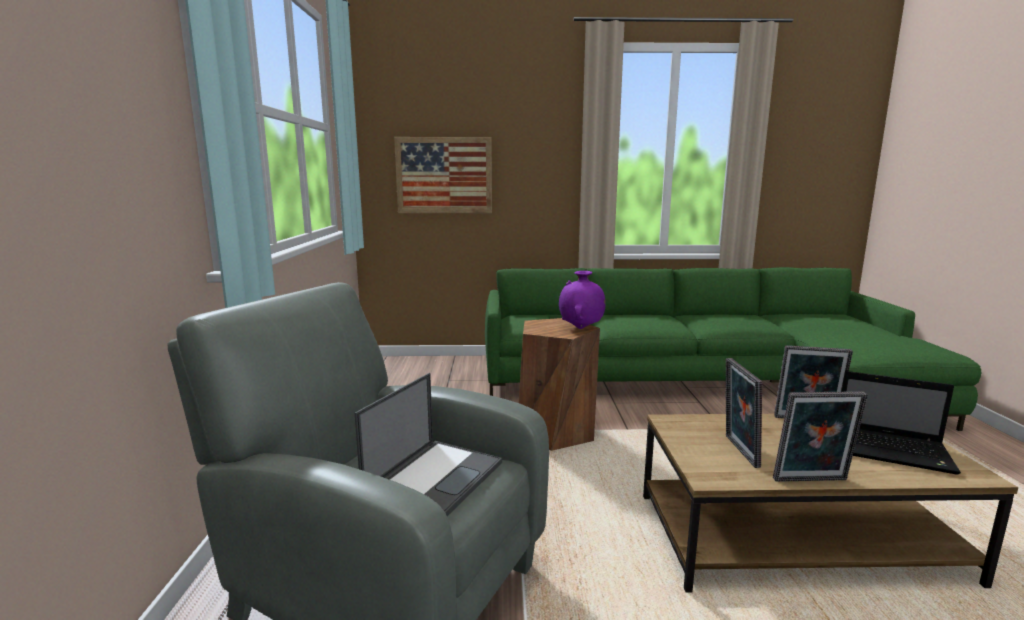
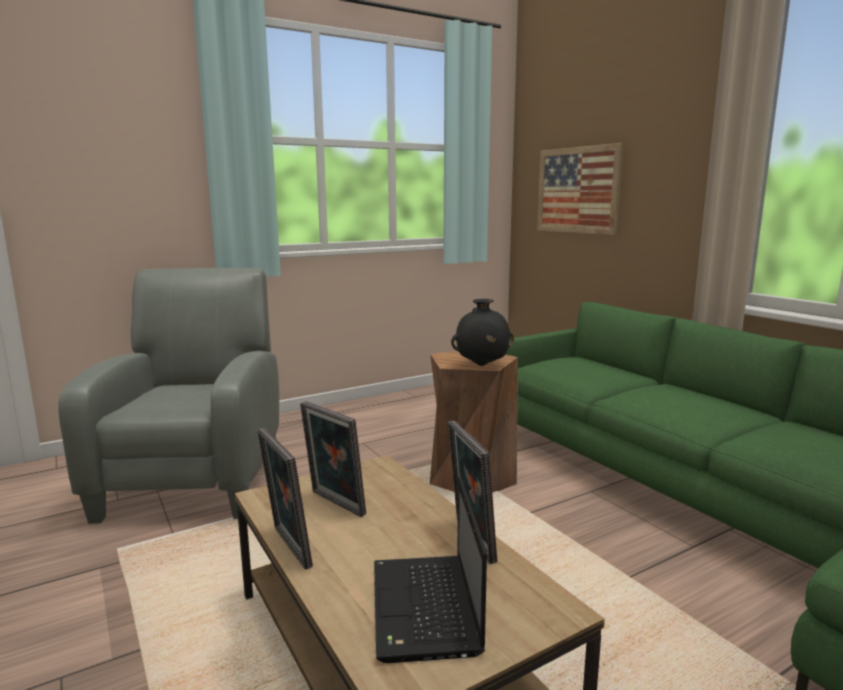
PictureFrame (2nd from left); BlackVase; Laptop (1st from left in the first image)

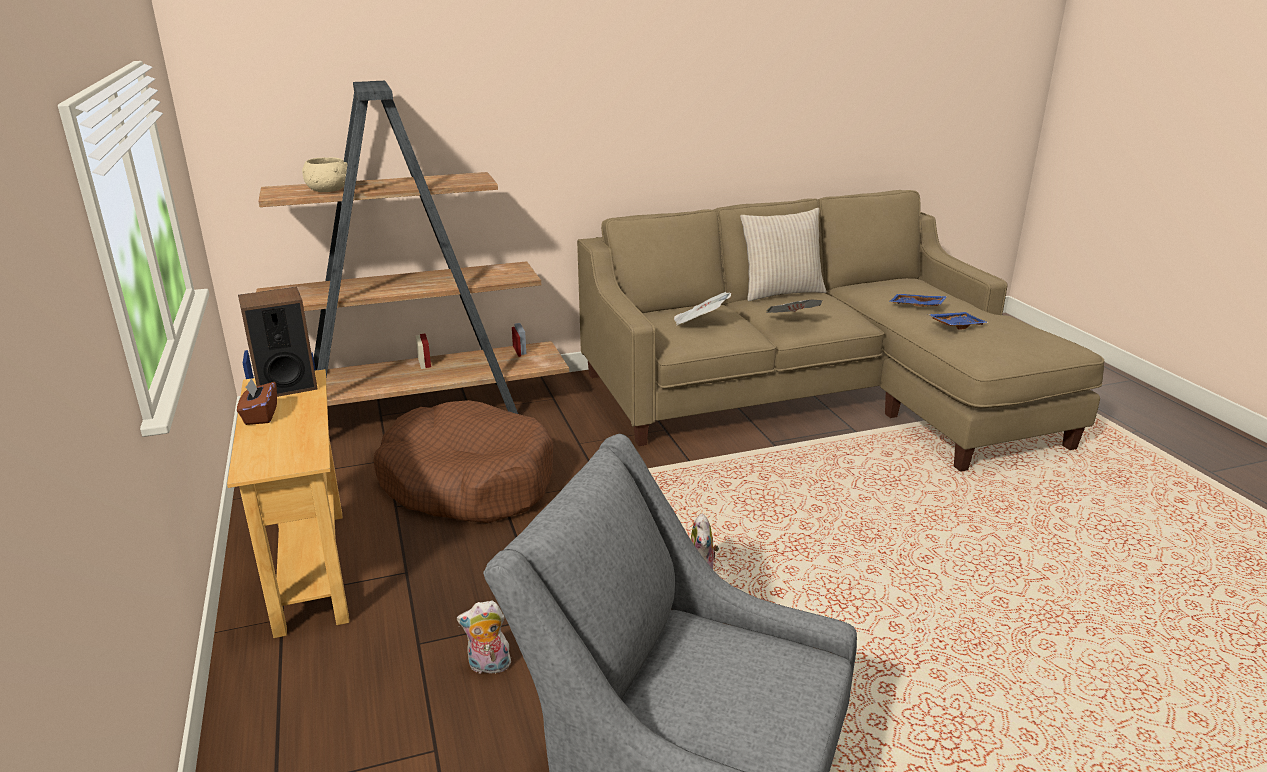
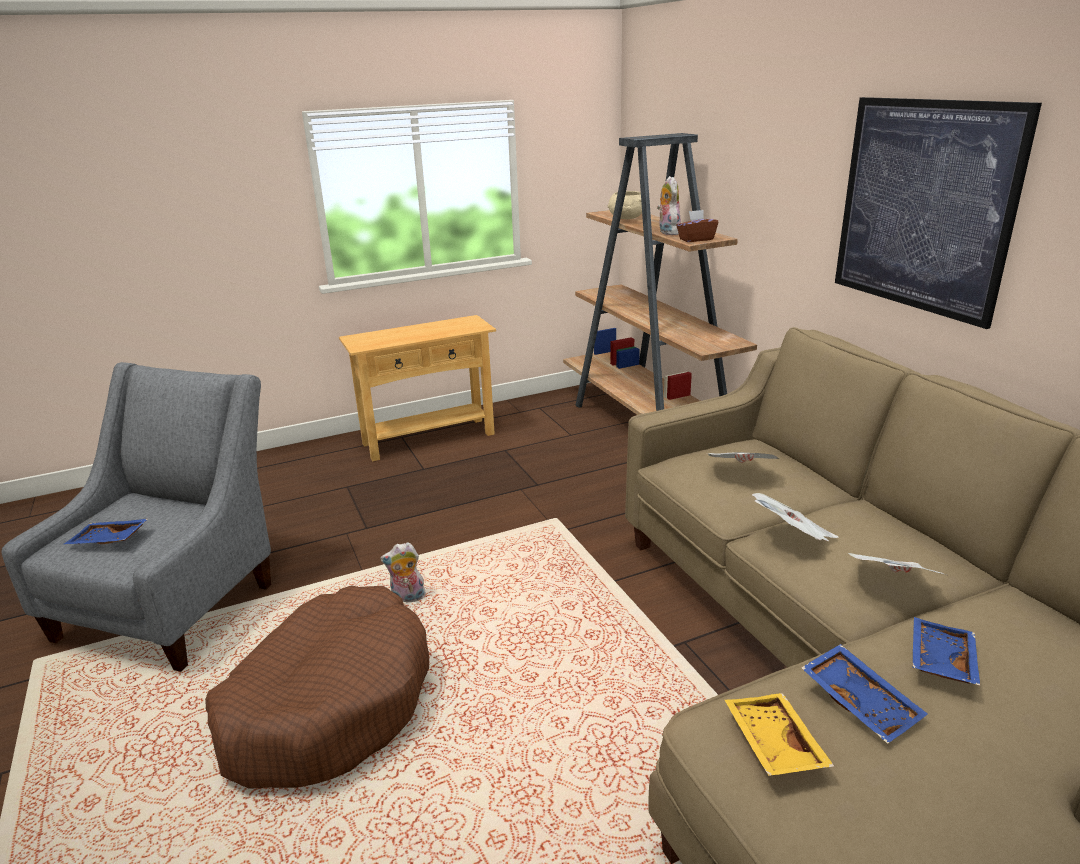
BlueTray (1st from left); BrownDogBed; PlushToy (2nd from left); BrownTissueBox; YellowTray; Picture; Newspaper (3rd from left); Speaker; BeigePillow

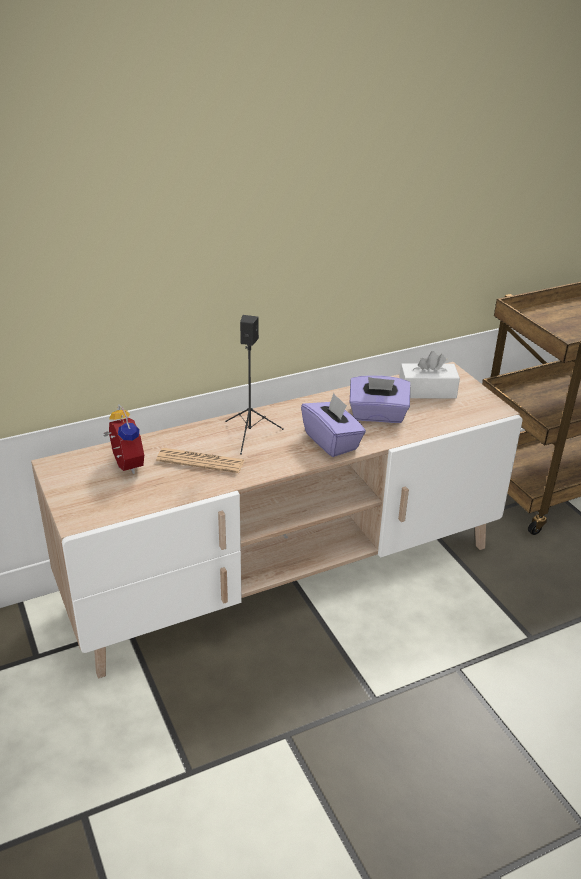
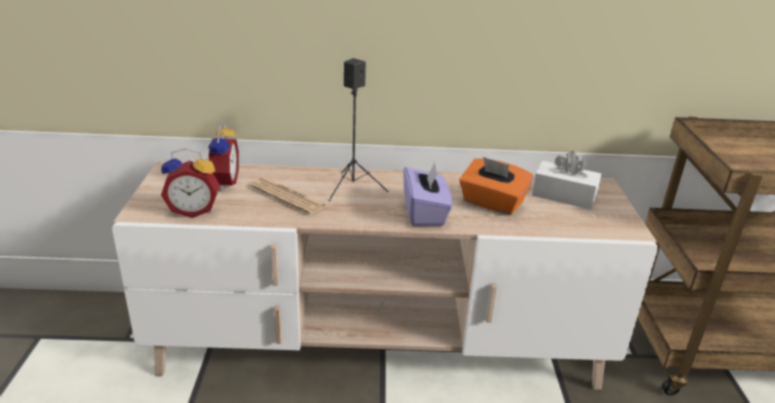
AlarmClock (1st from left); OrangeTissueBox

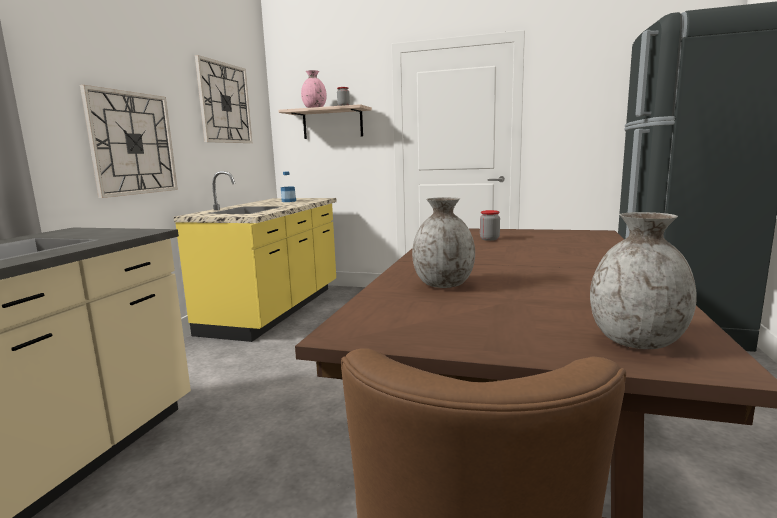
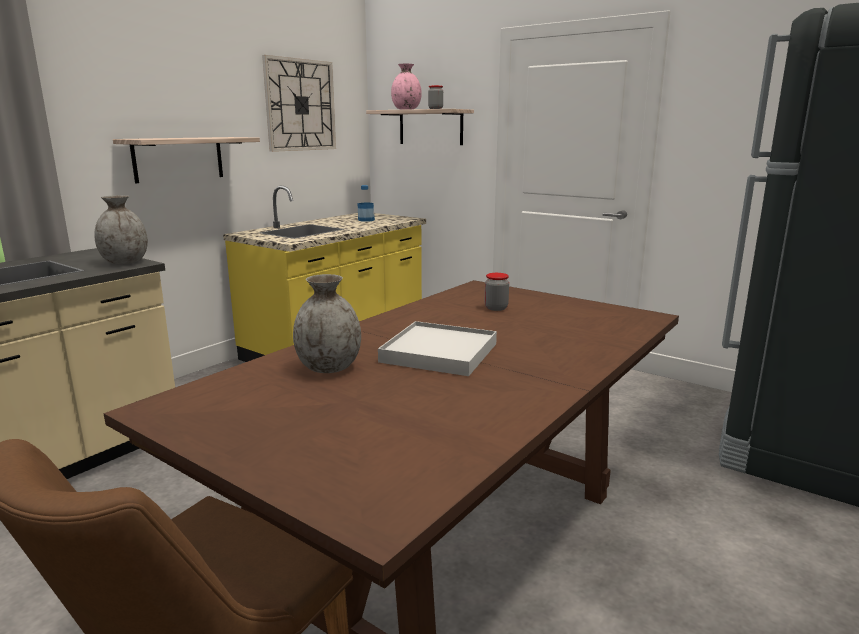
GreyVase (1st from left); Shelf (1st from left); WhiteTray

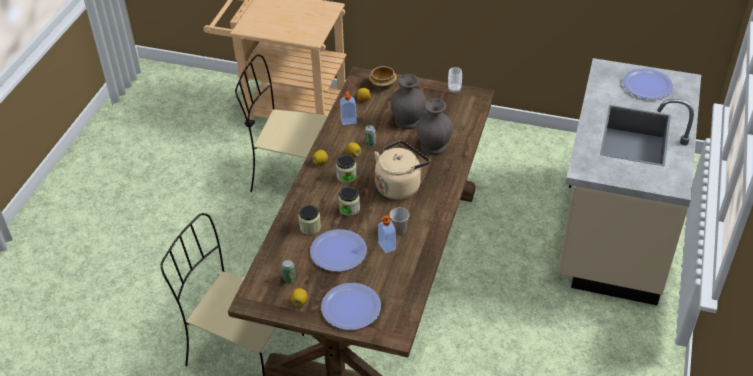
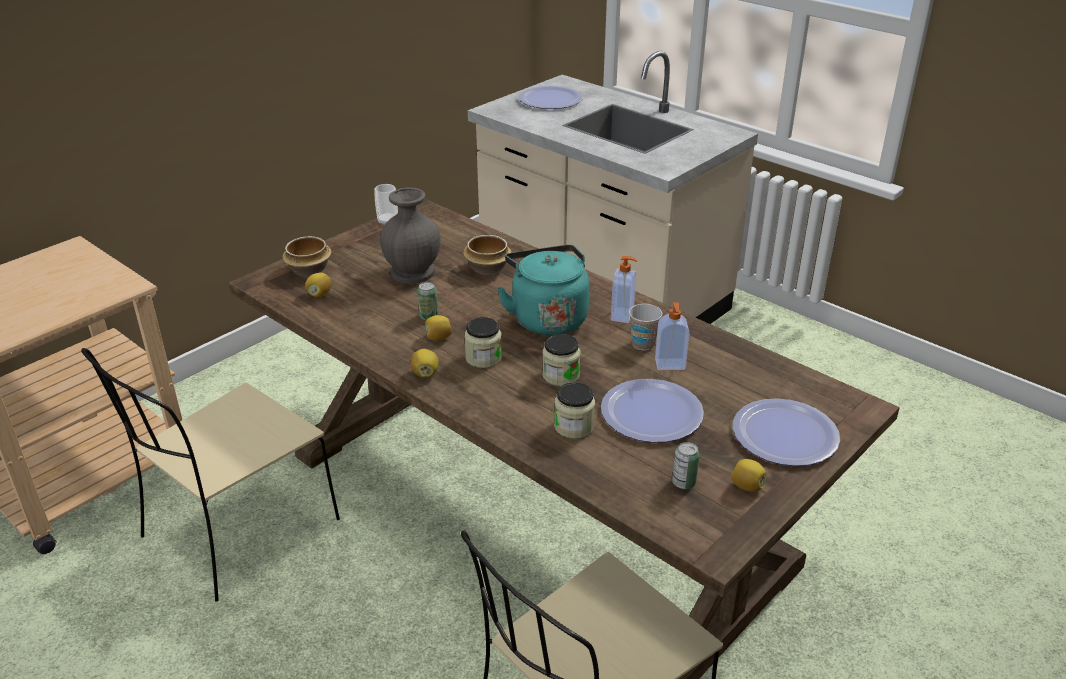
Bowl (2nd from left); TurquoiseKettle; SoapDispenser (1st from left)

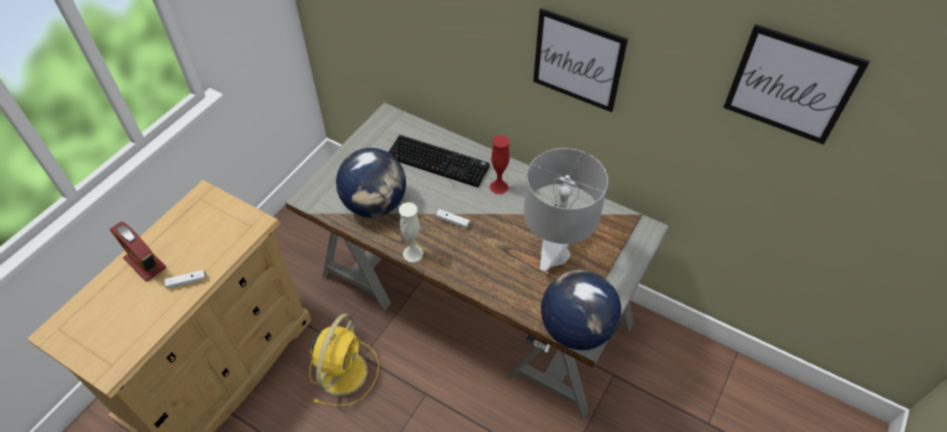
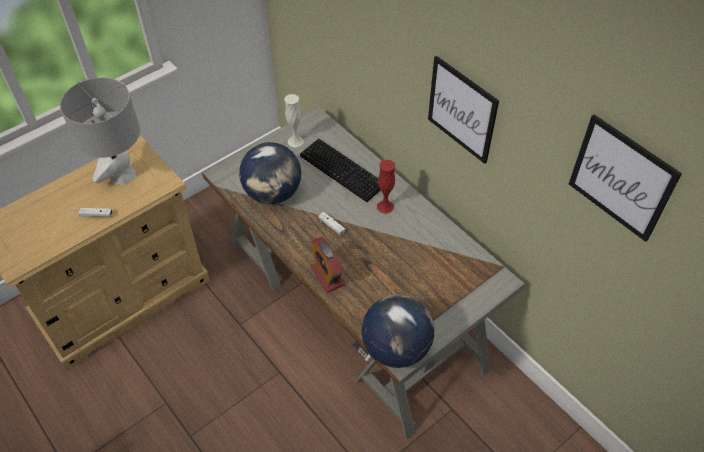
GreyTableLamp; WhiteVase; AlarmClock; YellowFan

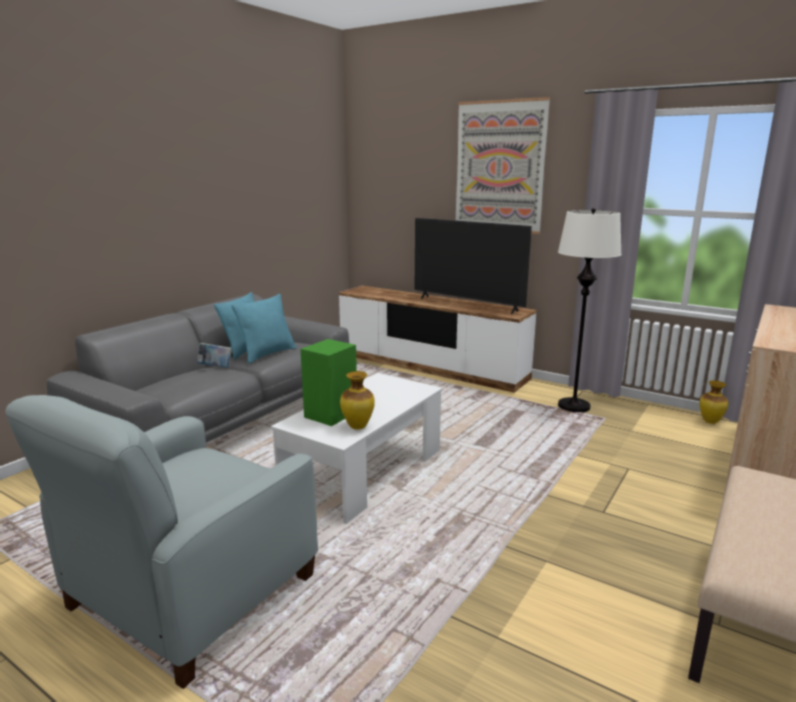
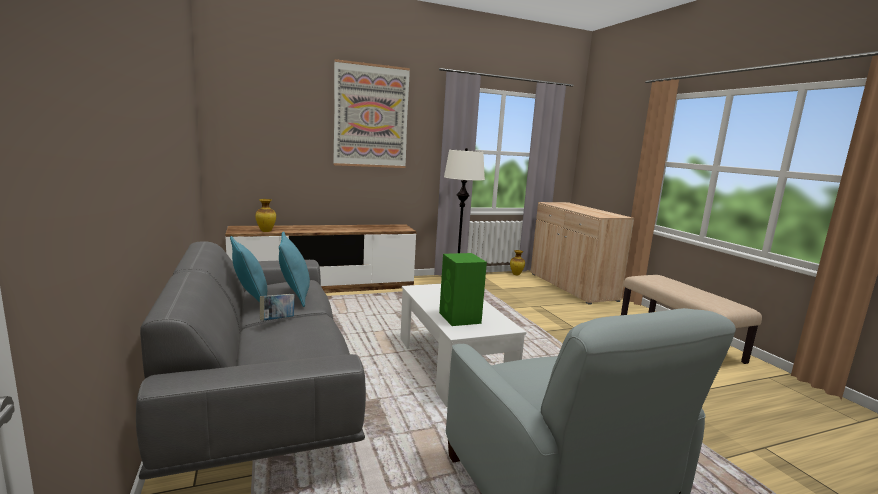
Vase (1st from left); Television

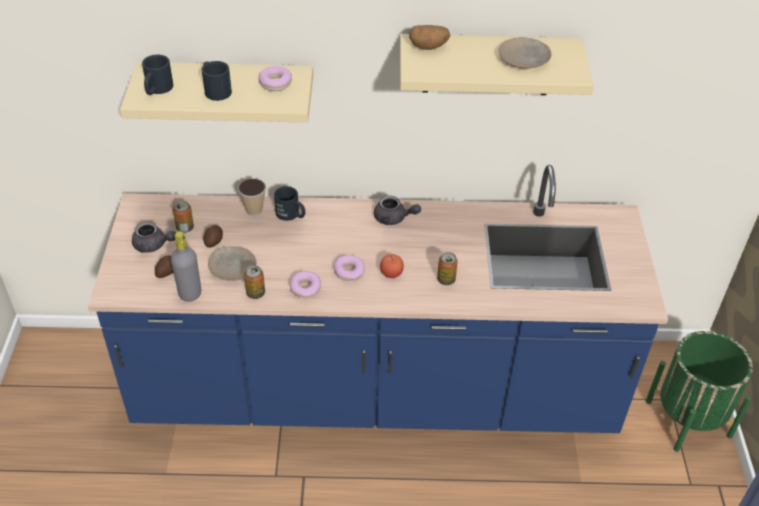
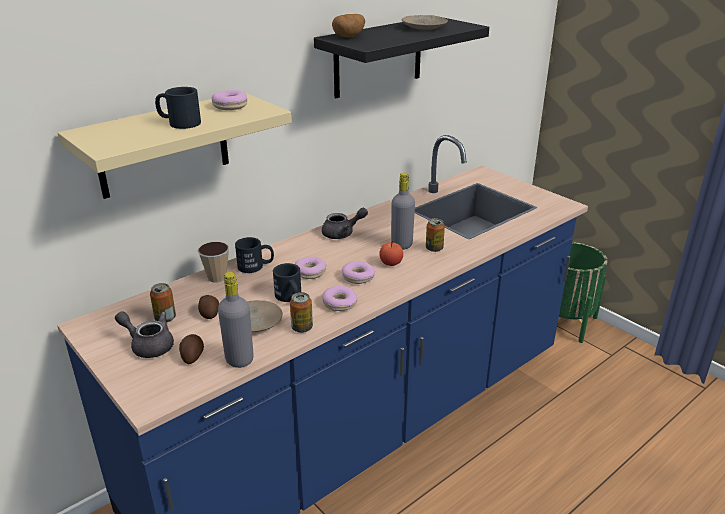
GreyTeapot (1st from left); BlackMug (3rd from left); Donut (2nd from left); BlackShelf; GreyBottle (2nd from left)

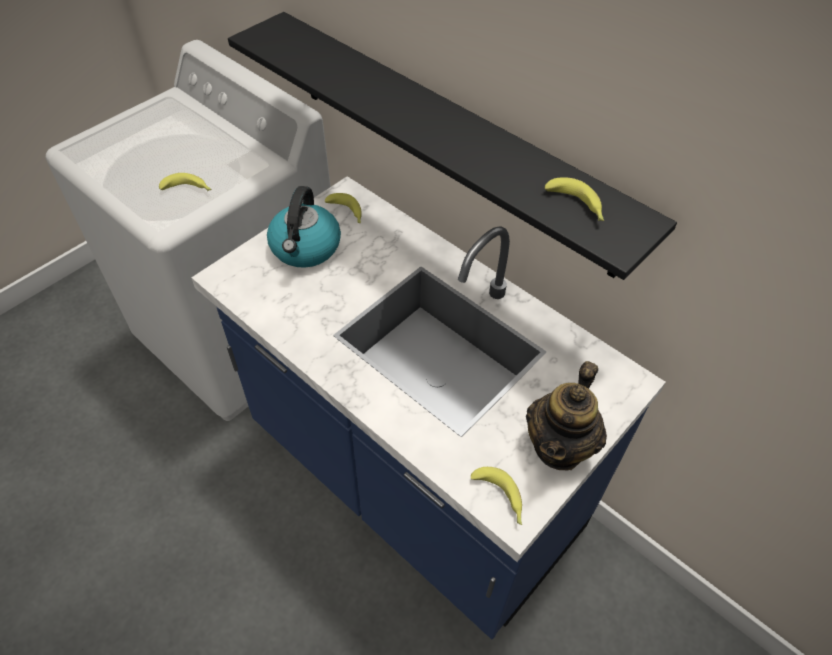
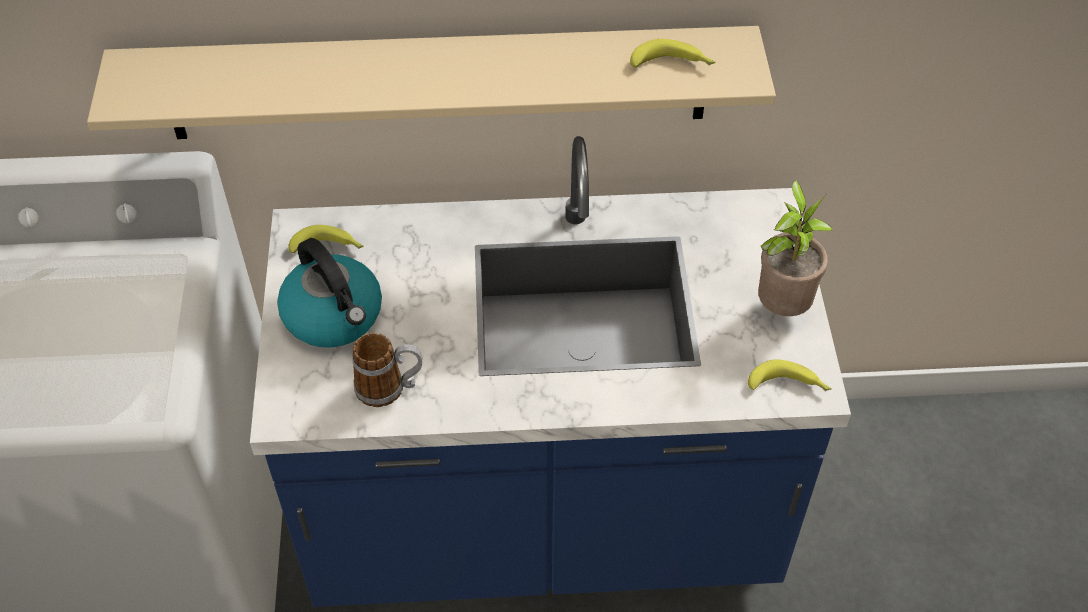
BeigeShelf; Mug; PottedPlant; Banana (1st from left in the first image)

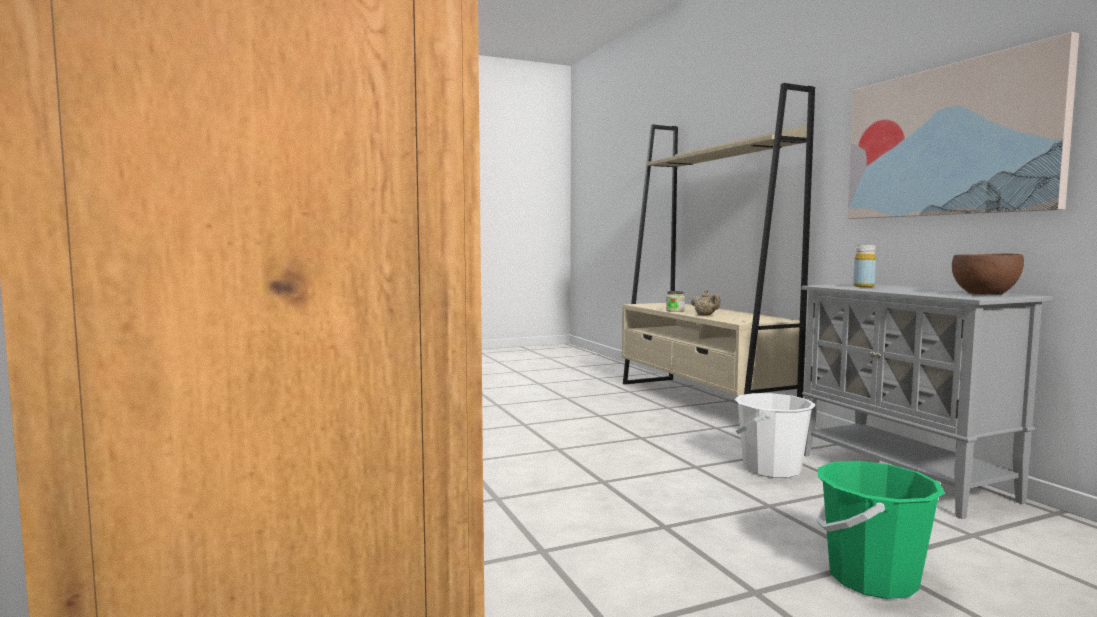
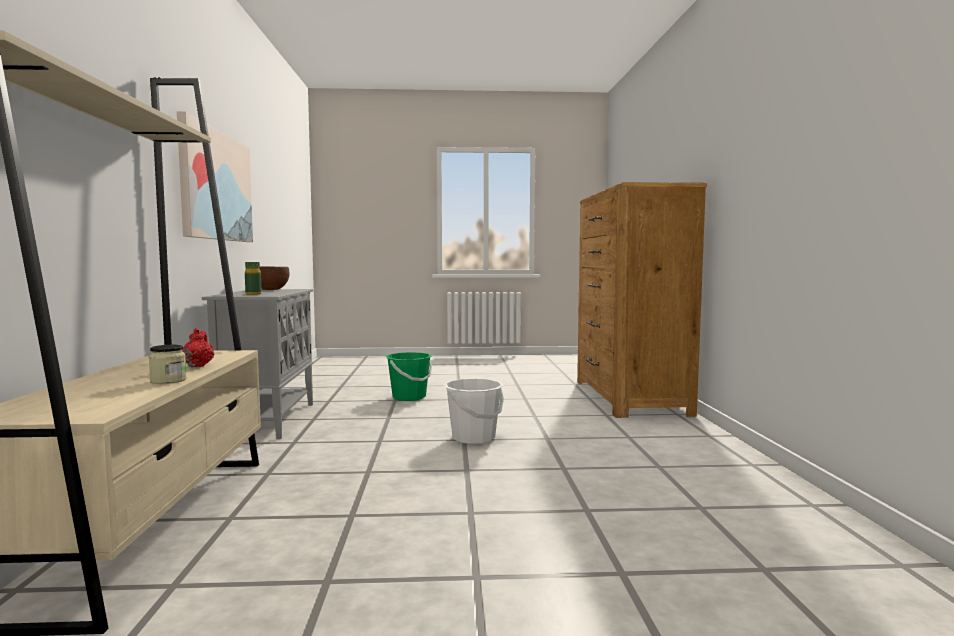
RedTeapot; GreenBottle; WhiteBucket

